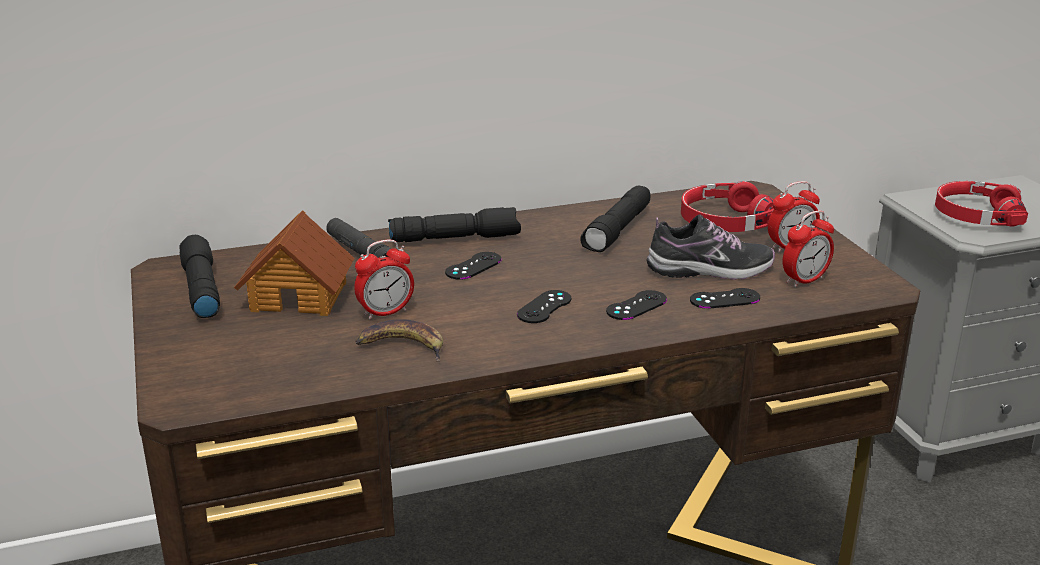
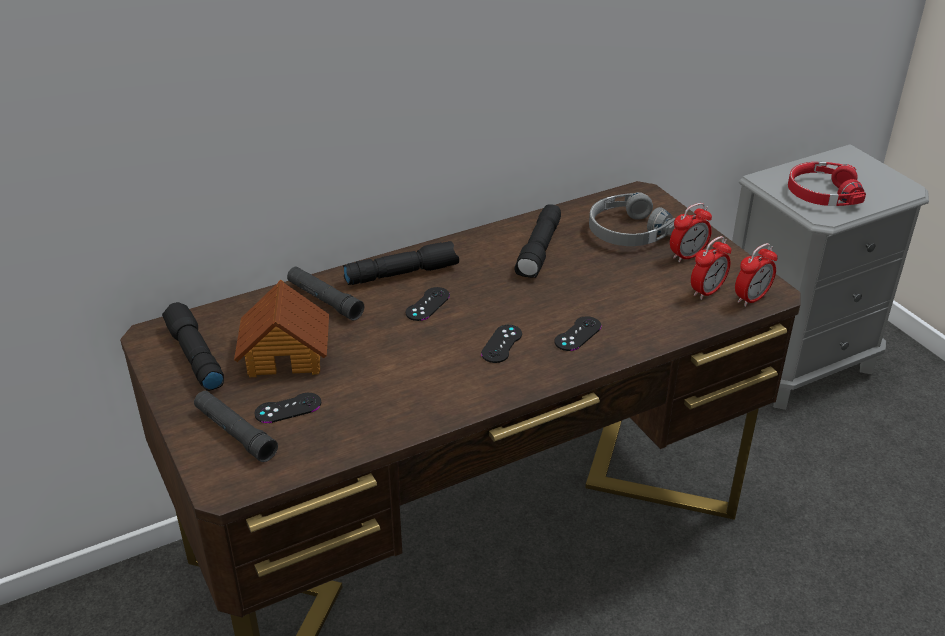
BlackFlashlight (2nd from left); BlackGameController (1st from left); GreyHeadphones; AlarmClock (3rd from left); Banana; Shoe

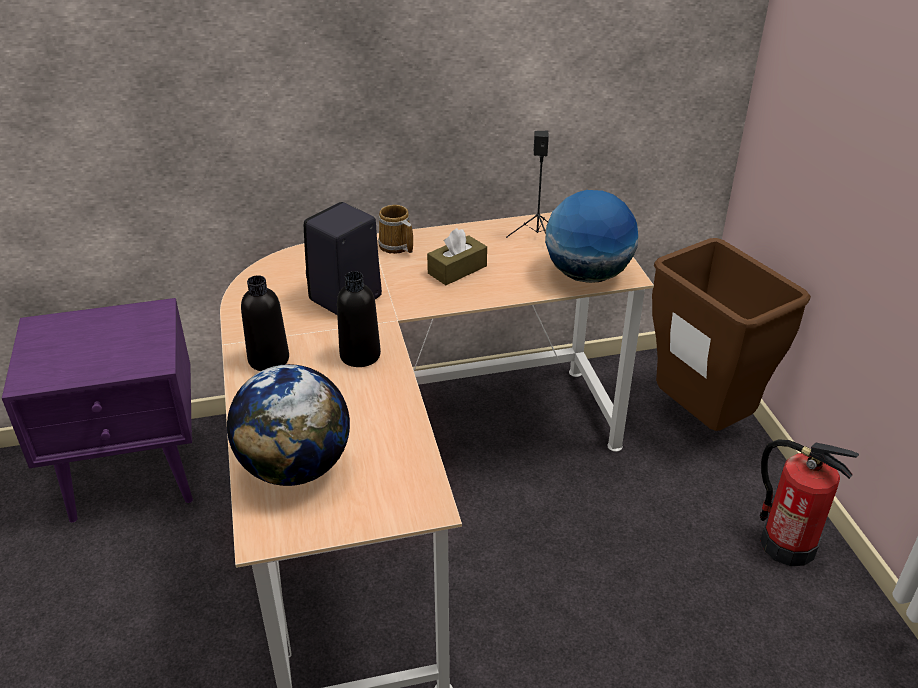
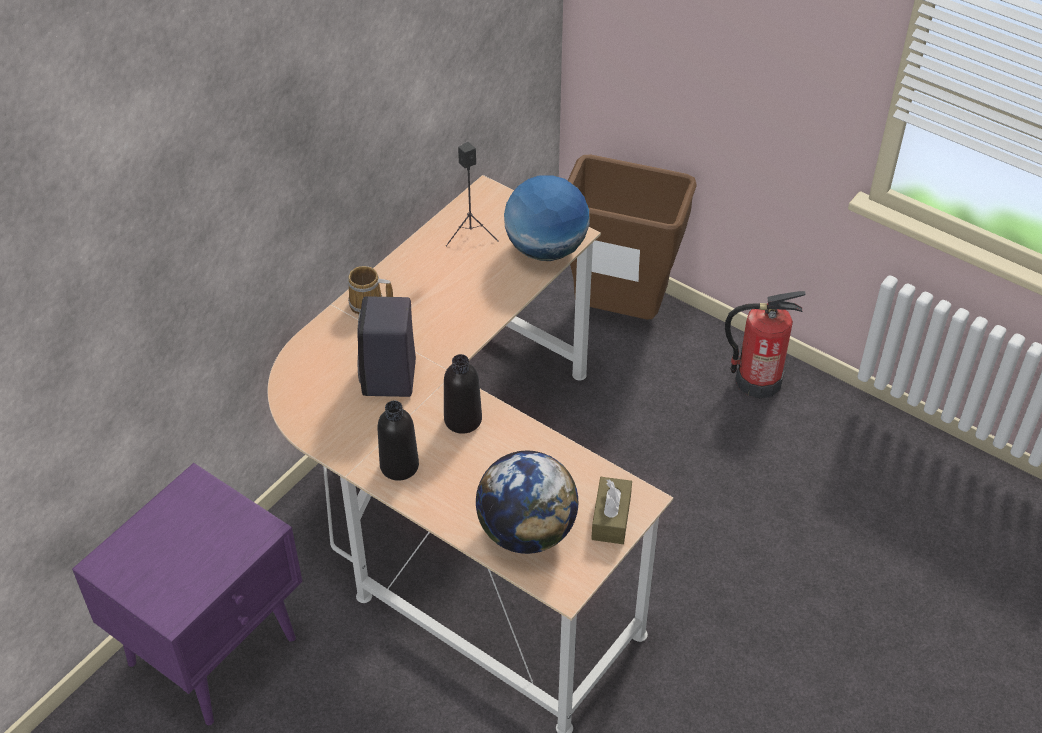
BrownTissueBox

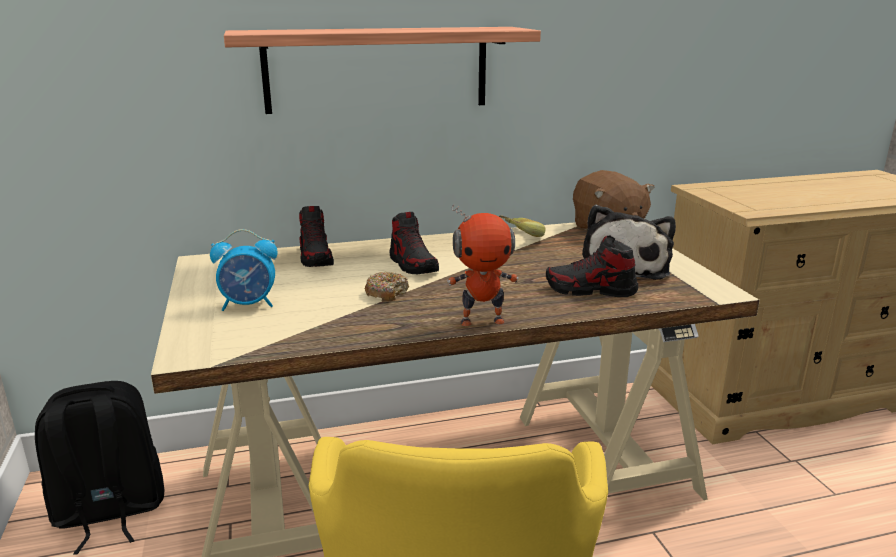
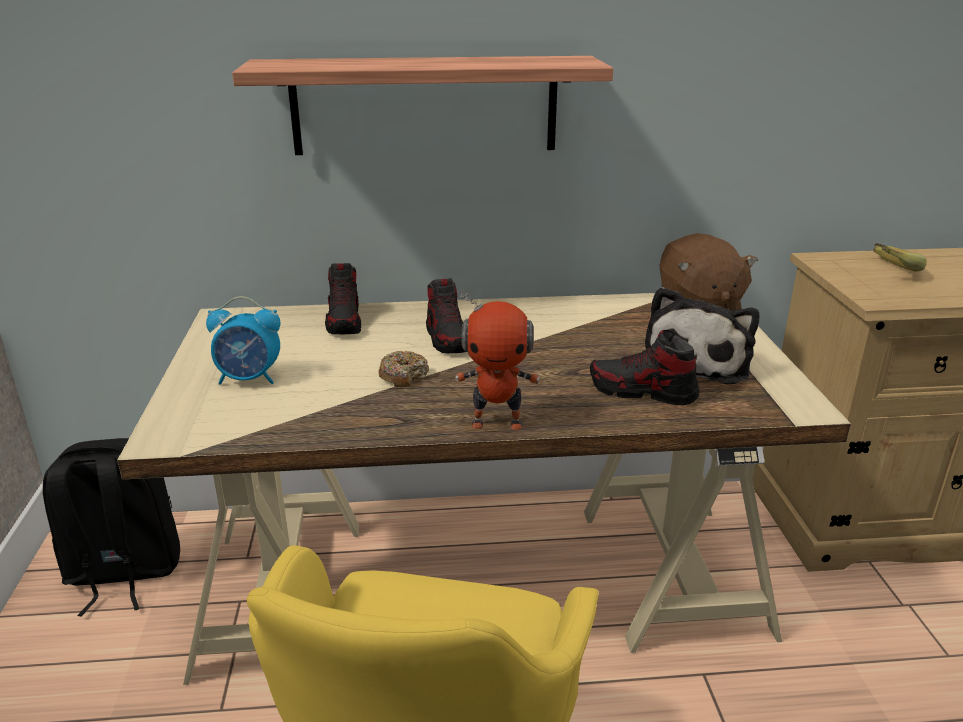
Banana

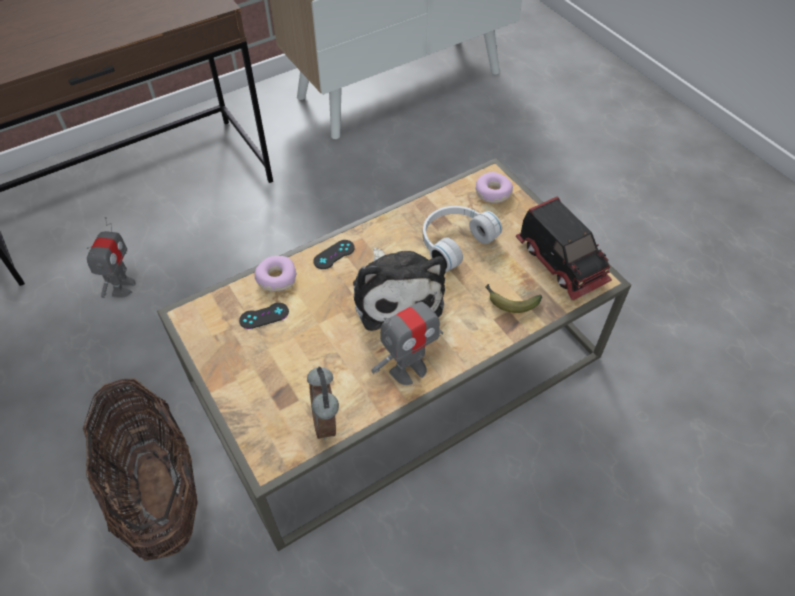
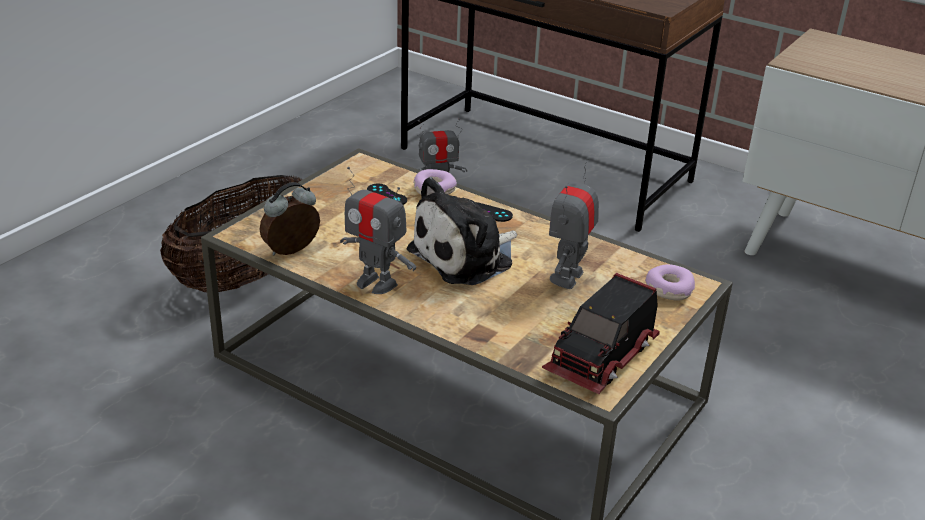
ToyRobot (3rd from left); Banana

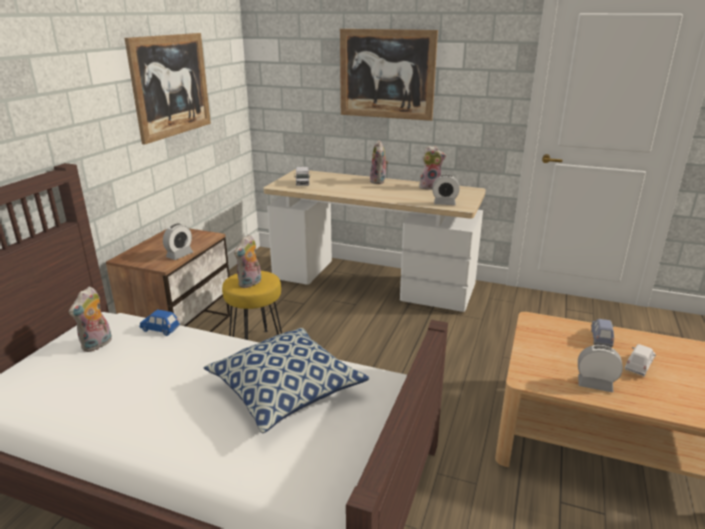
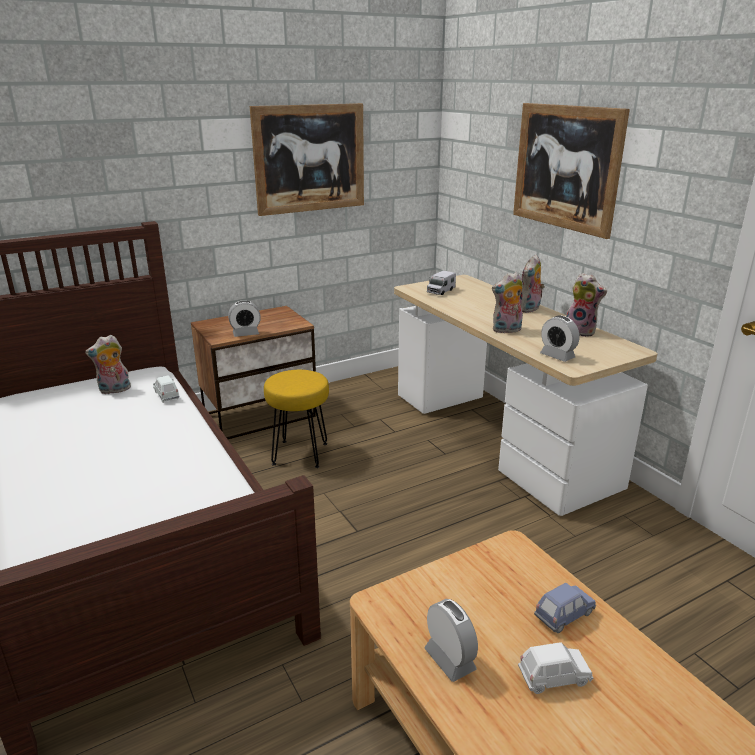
WhiteToyCar (1st from left); PlushToy (2nd from left); Pillow

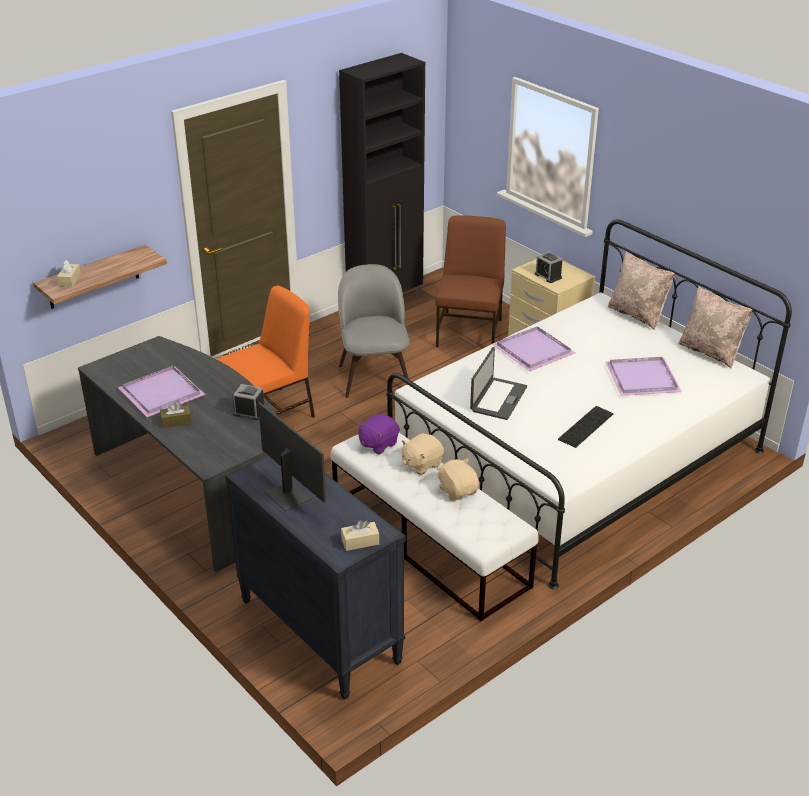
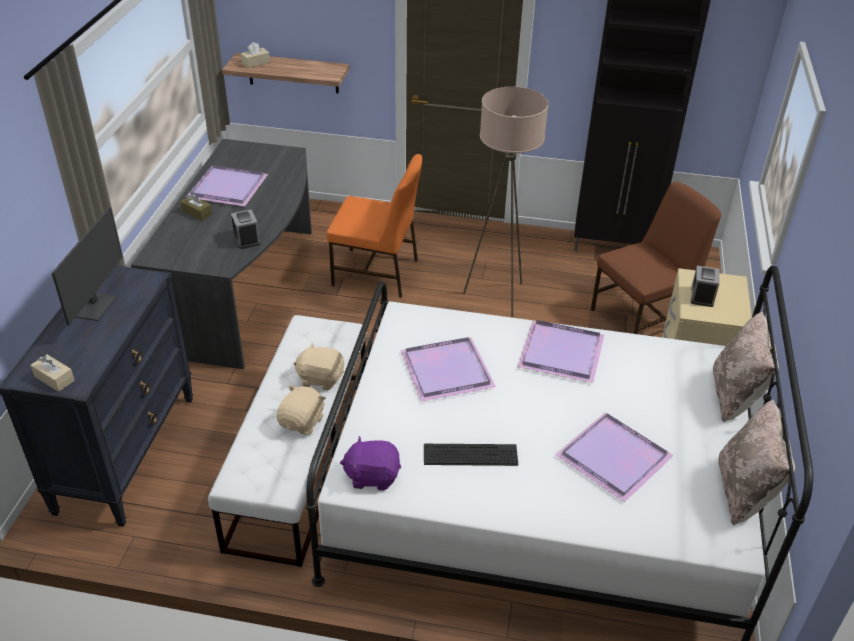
PurplePlushToy; PurpleTray (2nd from left); BeigeFloorLamp

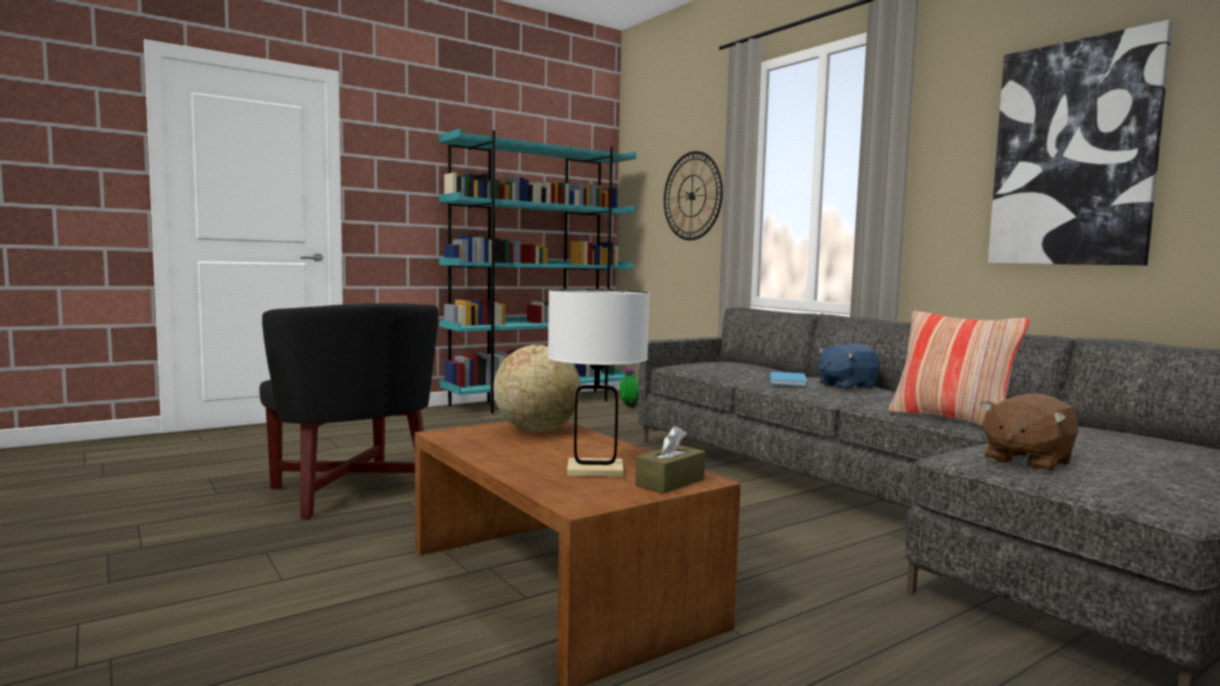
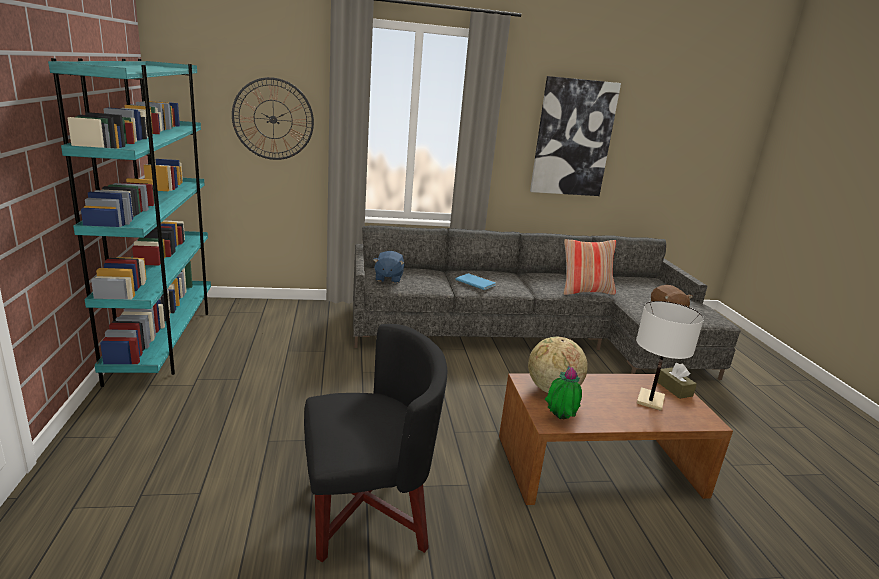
BluePlushToy; PottedPlant

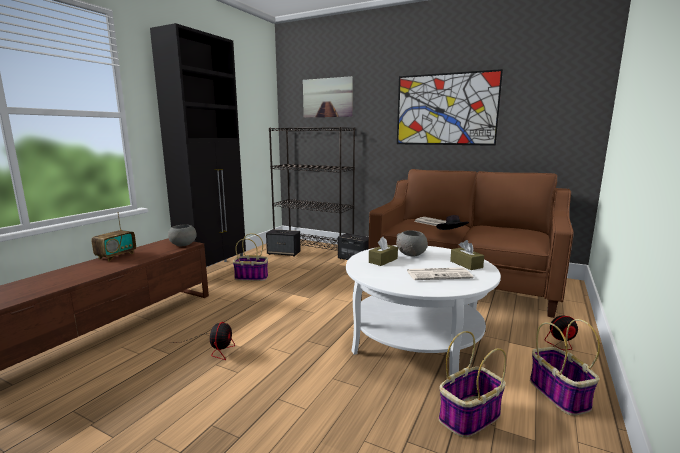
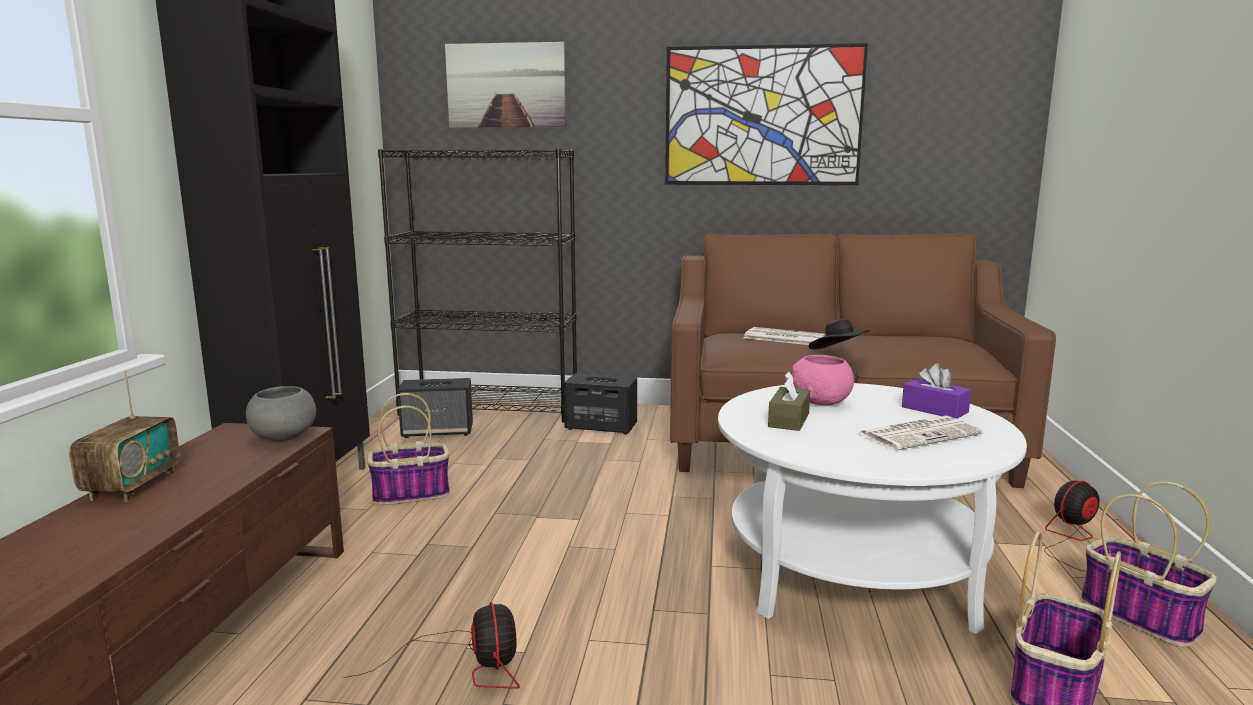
PinkBowl; PurpleTissueBox

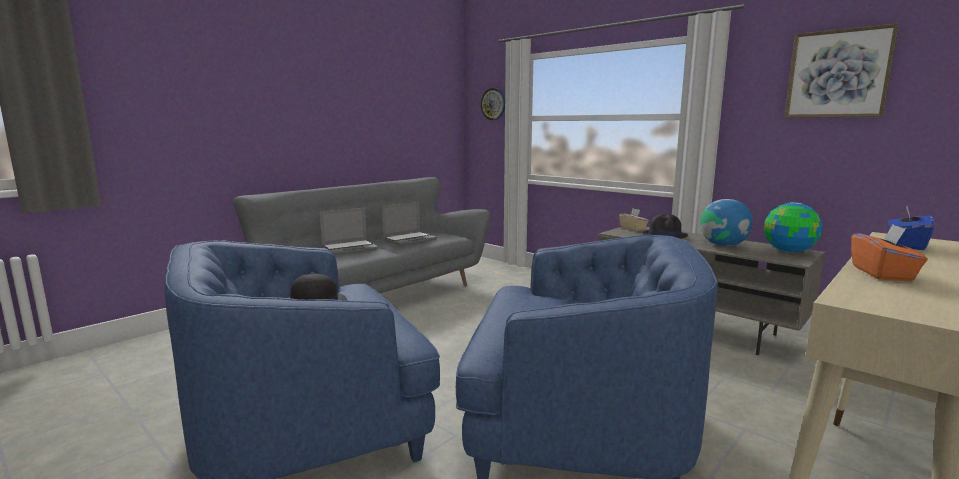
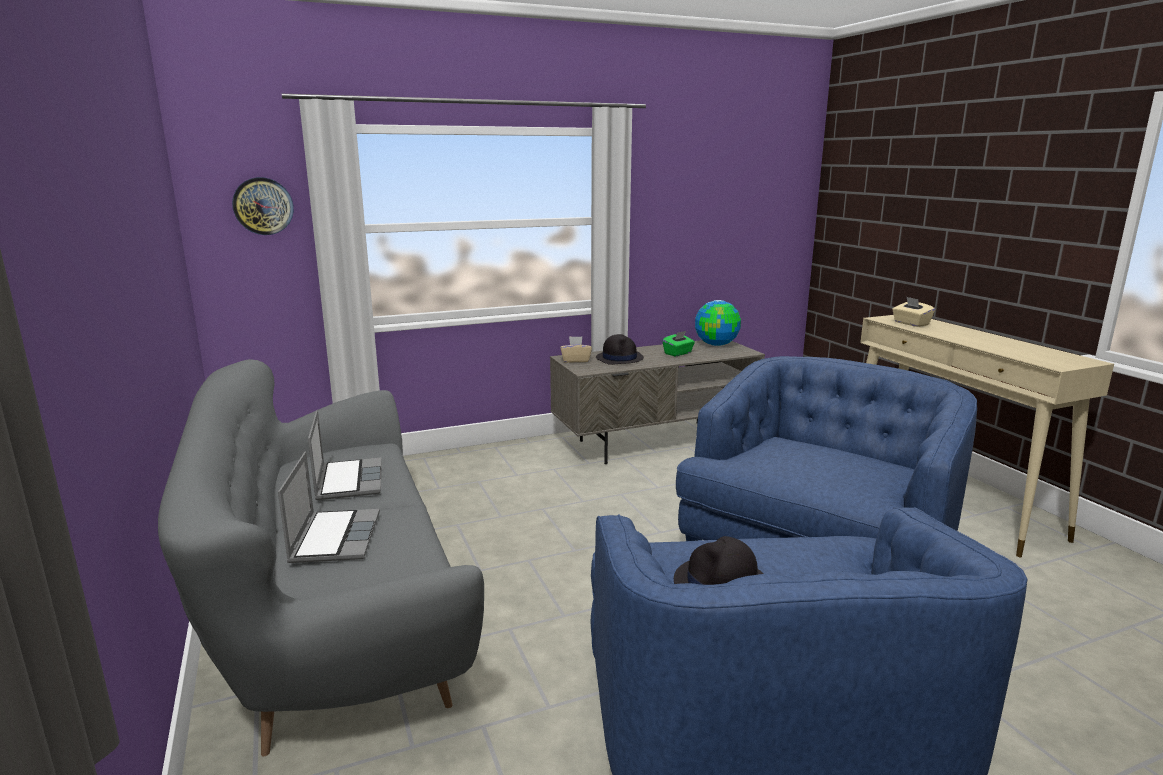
GreenTissueBox; BeigeTissueBox (2nd from left); Picture; OrangeTissueBox

